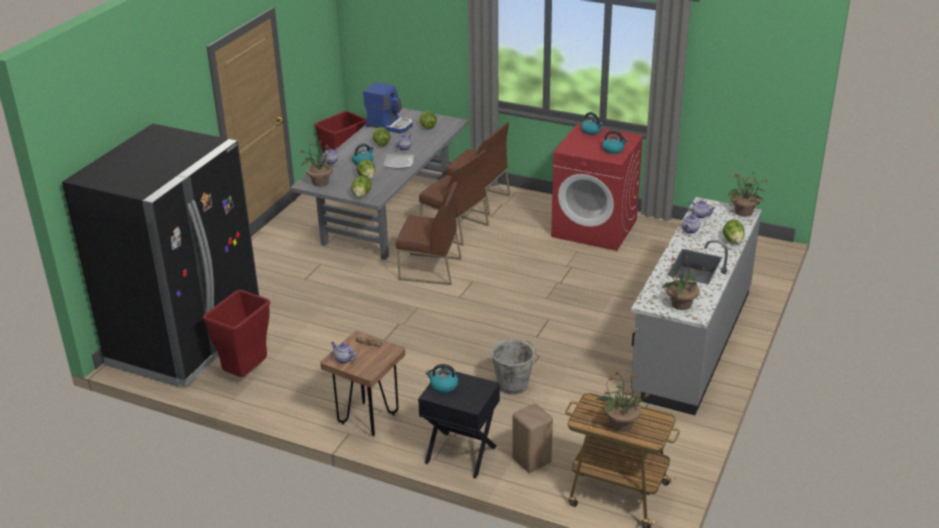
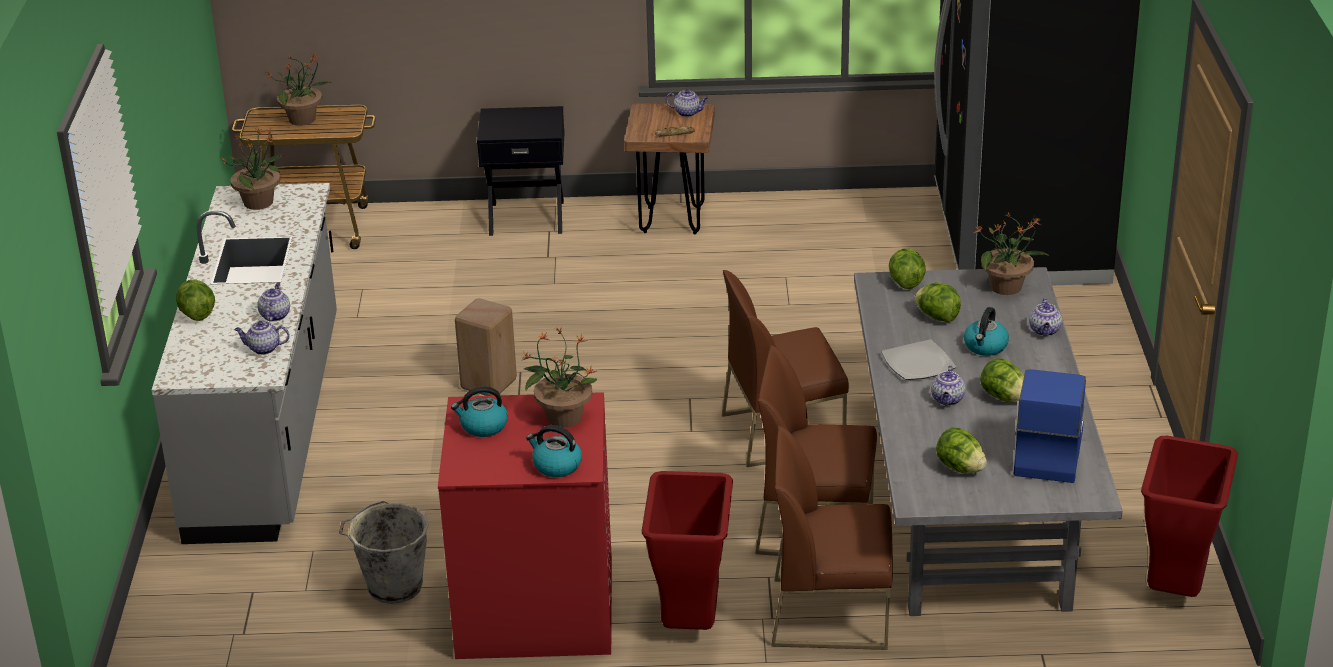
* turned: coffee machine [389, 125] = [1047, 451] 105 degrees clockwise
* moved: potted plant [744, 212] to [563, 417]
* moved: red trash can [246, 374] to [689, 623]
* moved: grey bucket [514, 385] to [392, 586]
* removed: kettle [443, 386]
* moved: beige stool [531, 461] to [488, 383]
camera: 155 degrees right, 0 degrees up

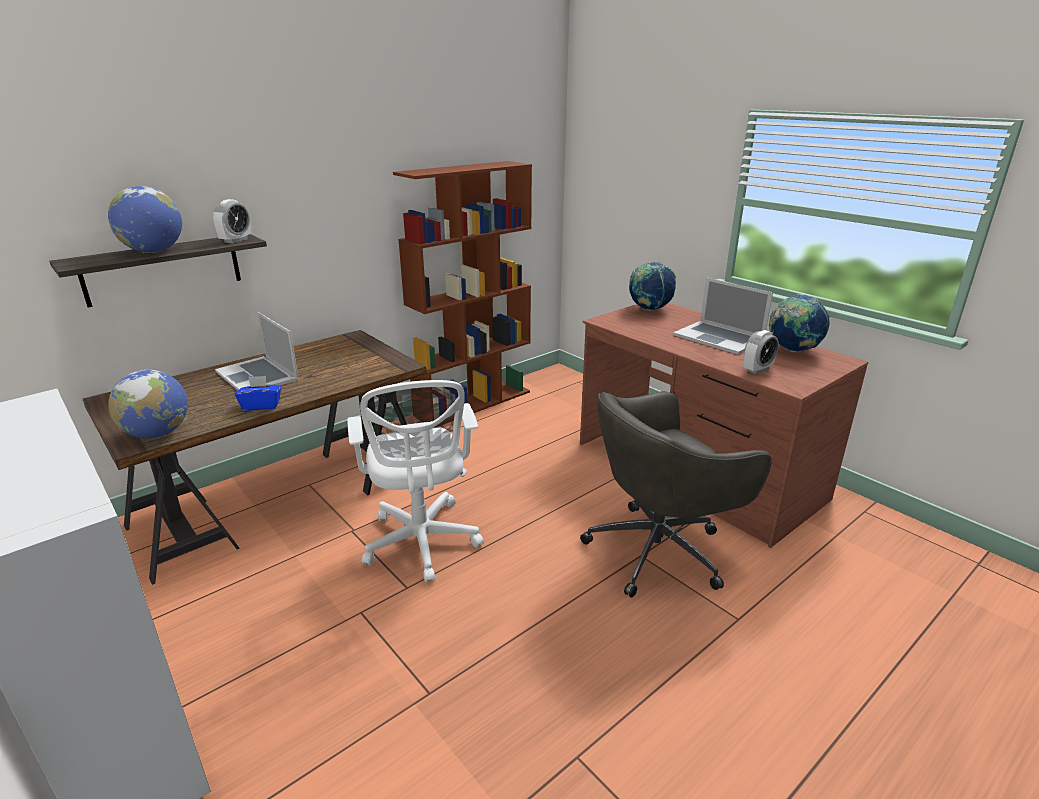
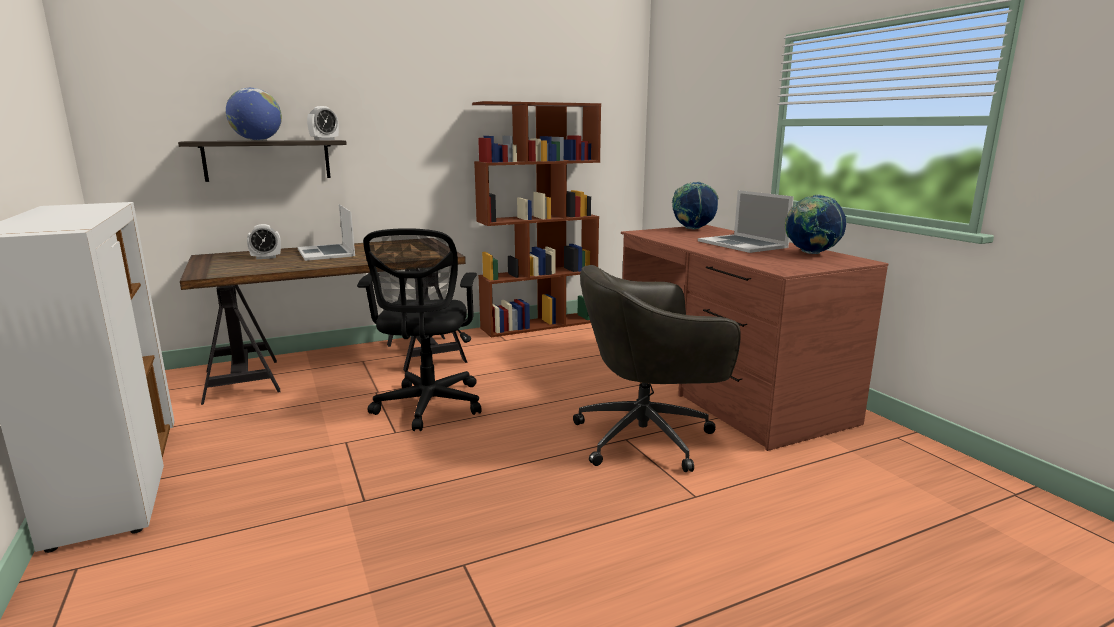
* moved: alarm clock [757, 369] to [266, 258]
* removed: globe [157, 434]
* removed: blue tissue box [261, 405]
* recoloured: white office chair [422, 544] to black office chair [428, 407]
camera: 15 degrees right, 10 degrees down

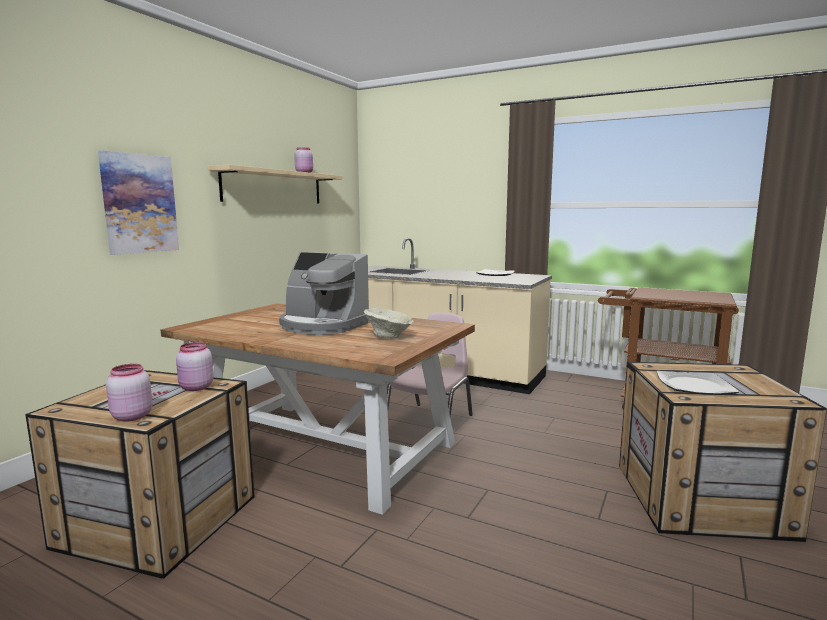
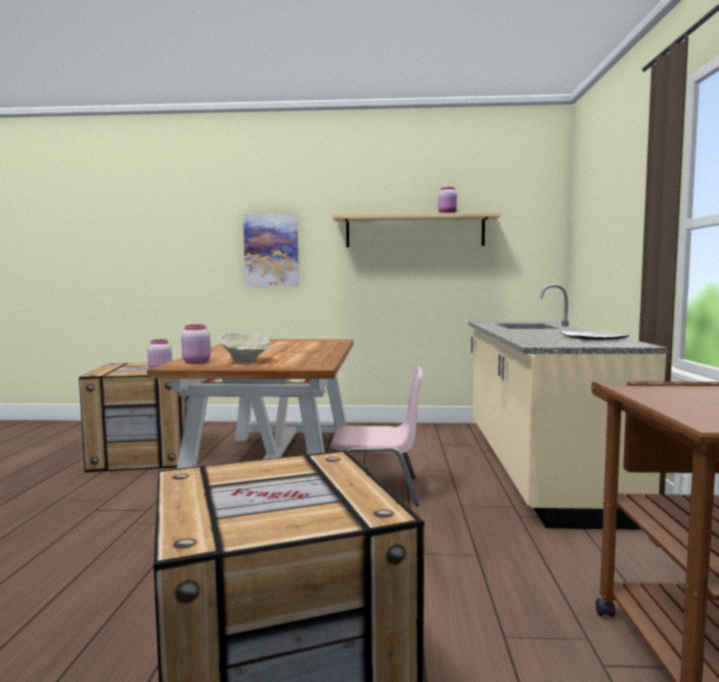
* removed: coffee machine [322, 325]
* moved: pink jar [131, 417] to [196, 362]
* removed: plate [693, 385]
camera: 65 degrees right, 5 degrees down

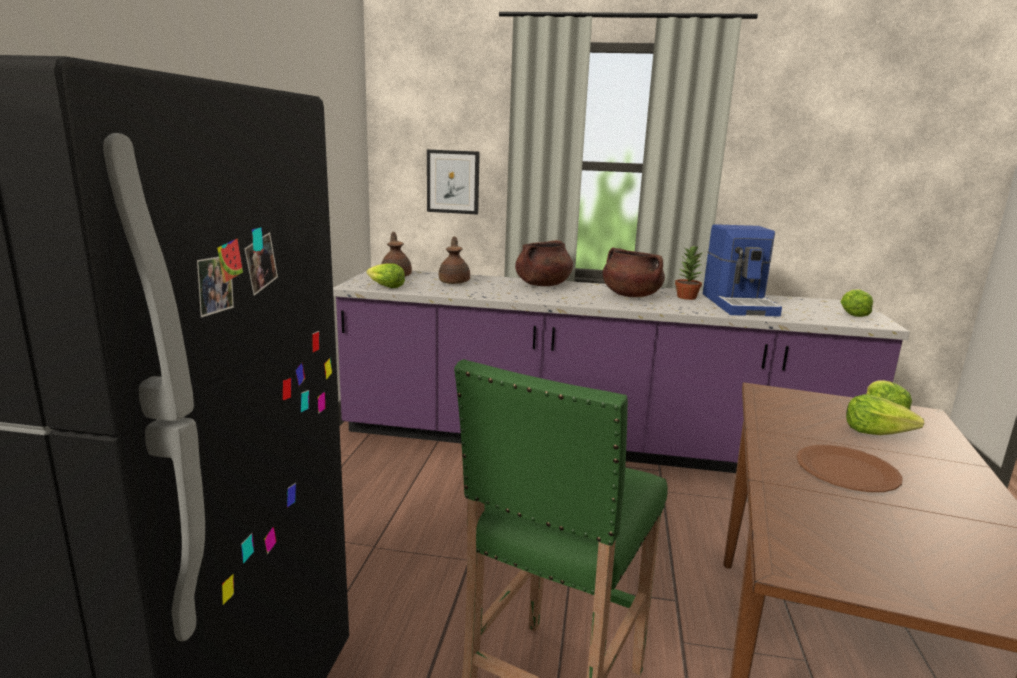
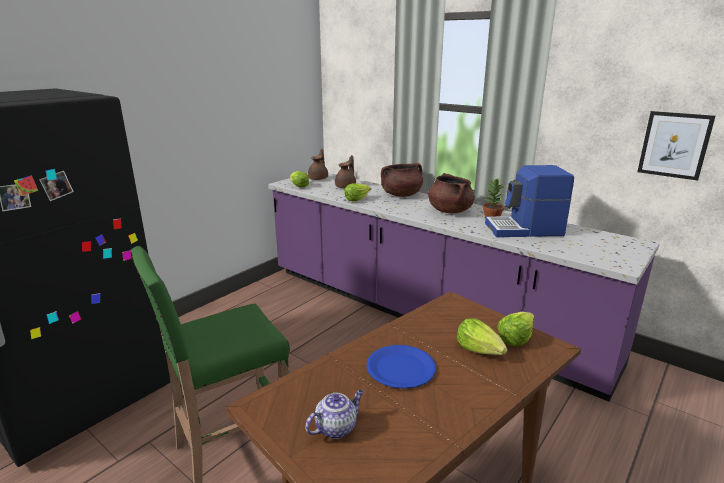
* moved: picture [453, 182] to [674, 145]
* turned: coffee machine [739, 304] = [524, 230] 60 degrees clockwise
* moved: lettuce [852, 313] to [356, 199]
* recoloured: brown plate [847, 471] to blue plate [401, 368]
* added: teapot [336, 427]
camera: 30 degrees right, 5 degrees up

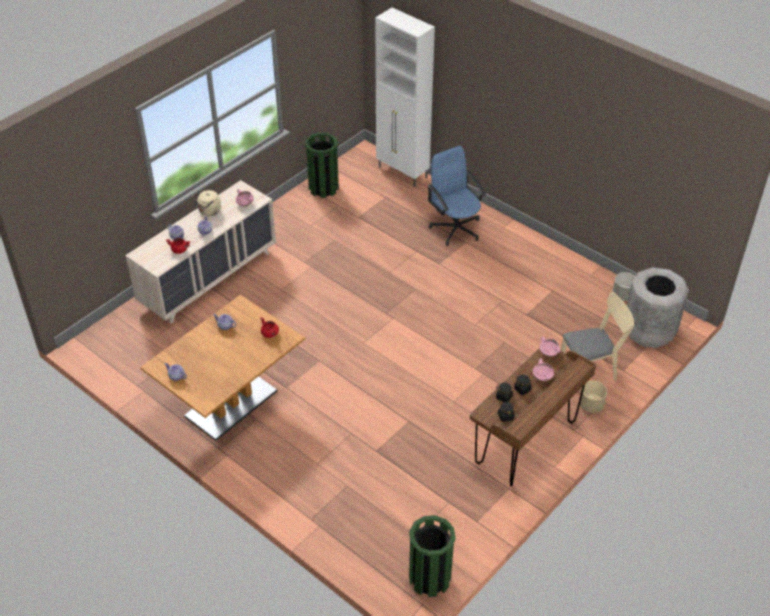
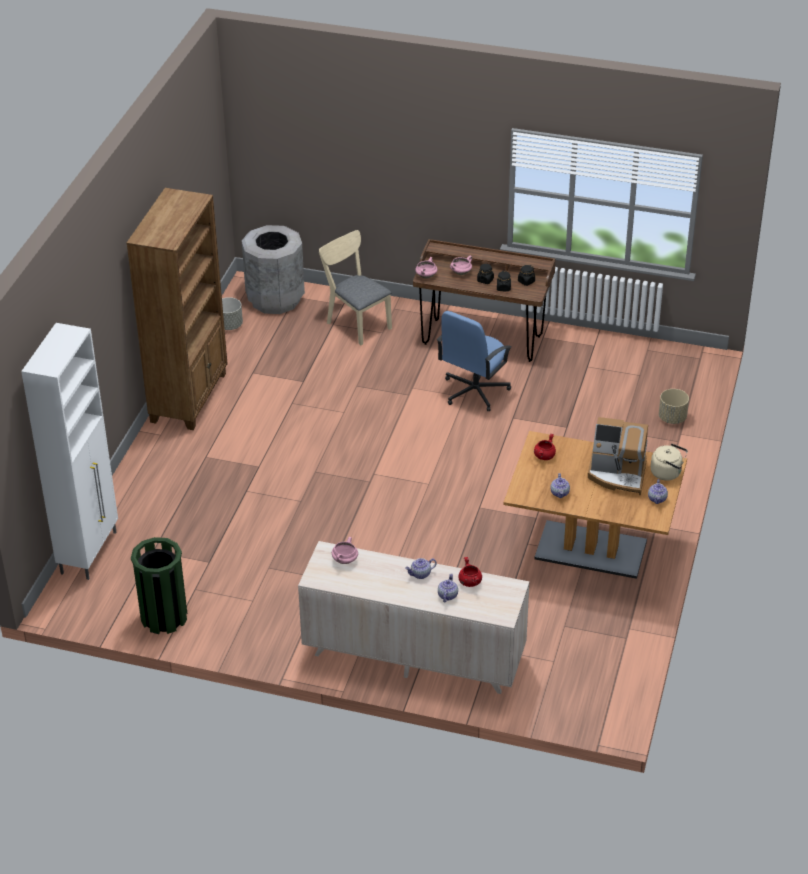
* moved: blue office chair [455, 228] to [474, 391]
* moved: beige kettle [209, 211] to [668, 473]
* moved: beige planter [591, 405] to [672, 418]
* removed: green trash can [429, 578]
* added: brown bookcase [189, 397]
* added: coffee machine [617, 474]
camera: 115 degrees left, 5 degrees down

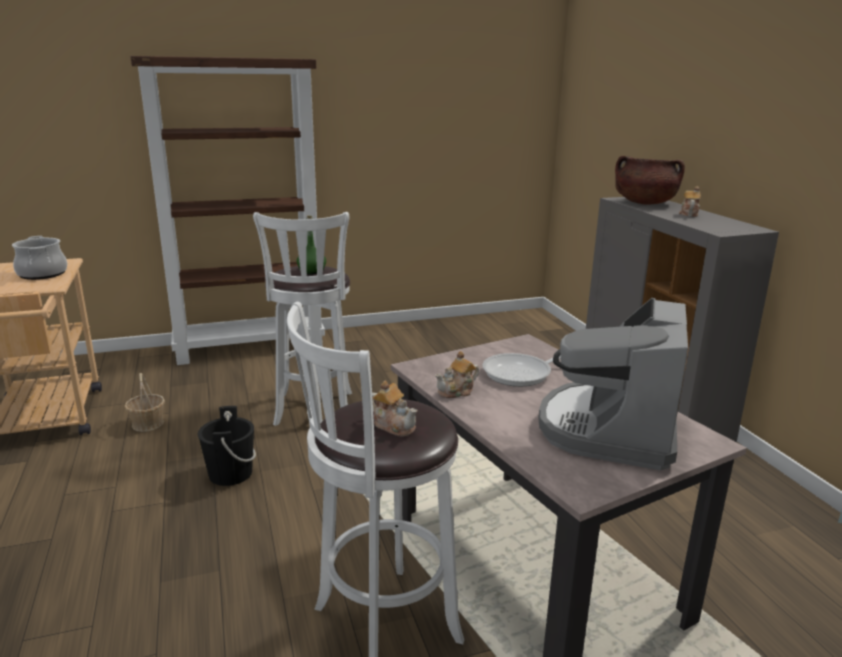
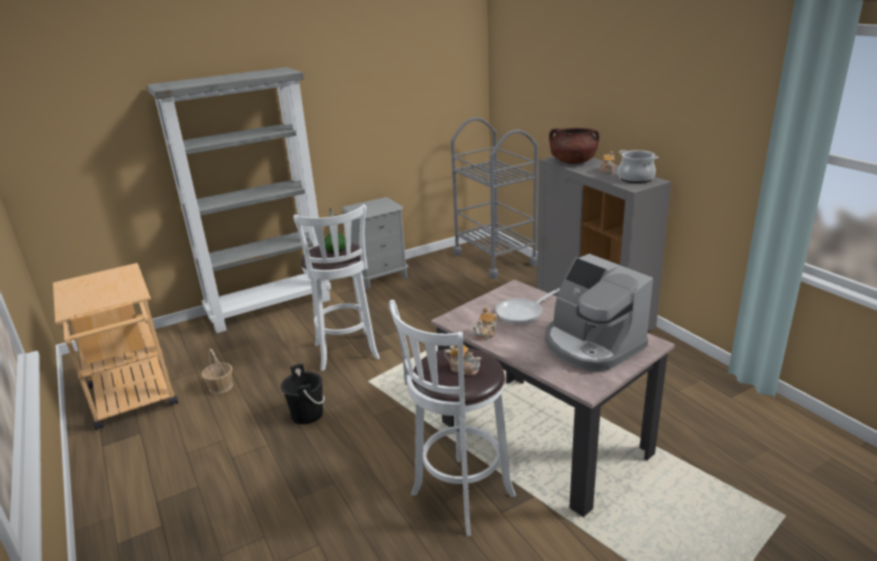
* recoloured: brown bookcase [251, 347] to grey bookcase [270, 307]
* moved: cooking pot [42, 274] to [635, 178]
* turned: coffee machine [610, 429] = [591, 345] 45 degrees counterclockwise
* added: grey cart [495, 259]
* added: grey nightstand [380, 277]
camera: 10 degrees left, 5 degrees up

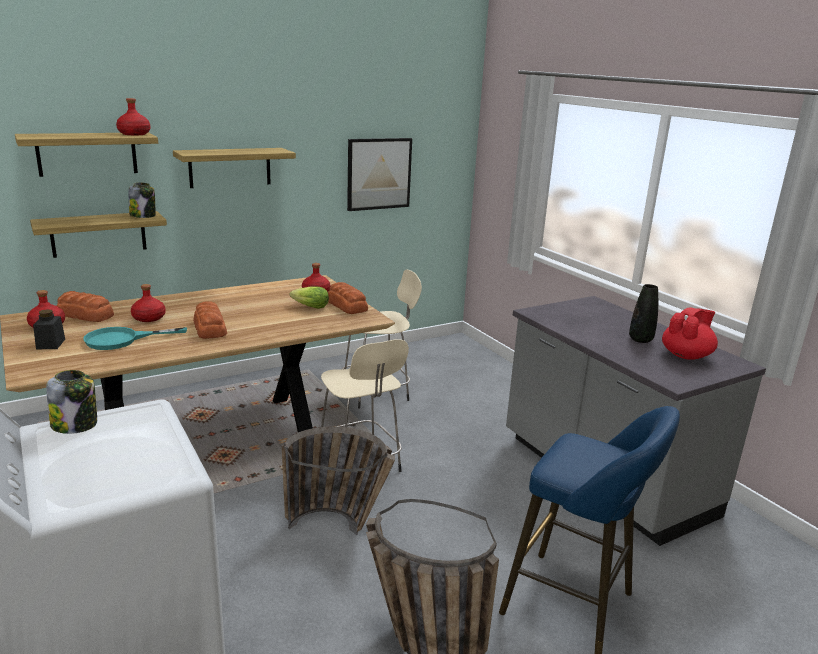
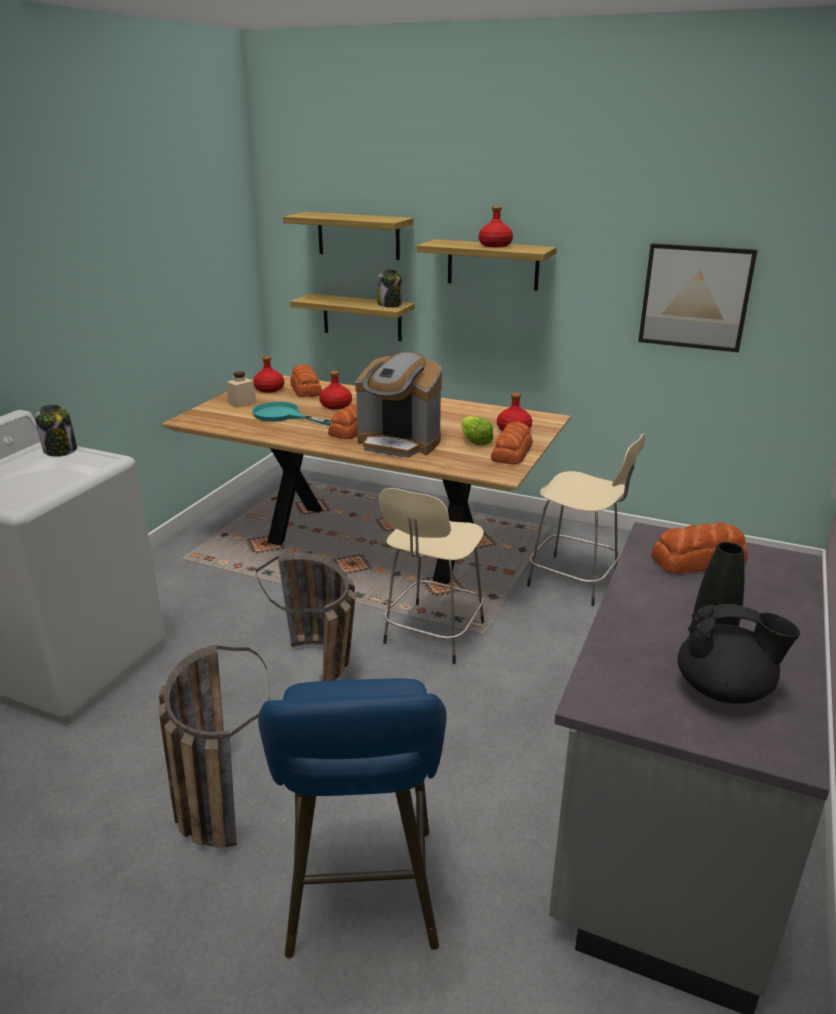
* moved: red bottle [134, 134] to [495, 245]
* recoloured: red teapot [686, 355] to black teapot [724, 690]
* recoloured: black jar [51, 344] to beige jar [242, 403]
* added: coffee machine [399, 443]
* added: bread [699, 560]
camera: 55 degrees right, 5 degrees up

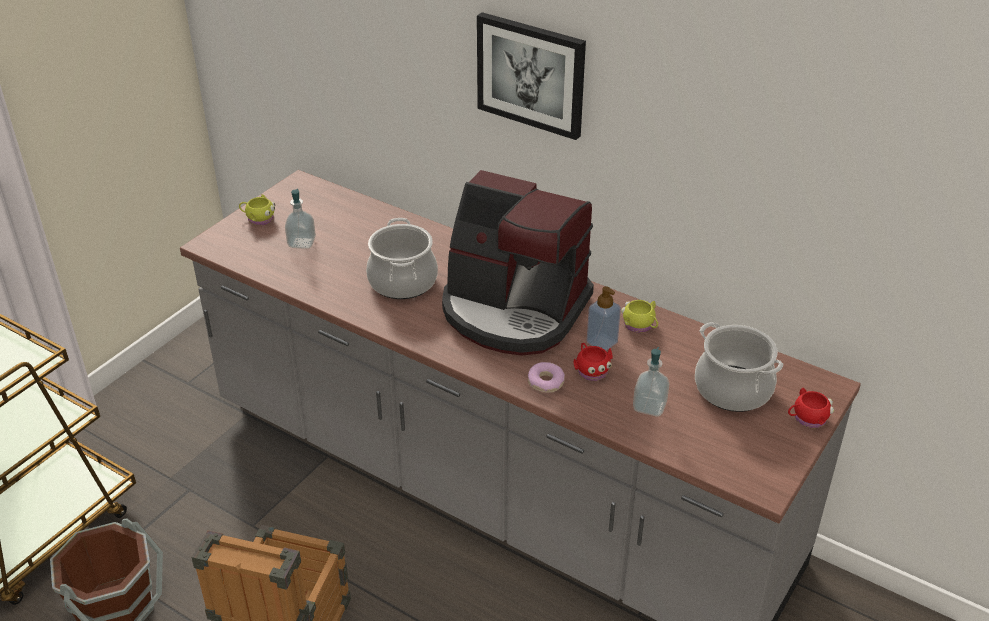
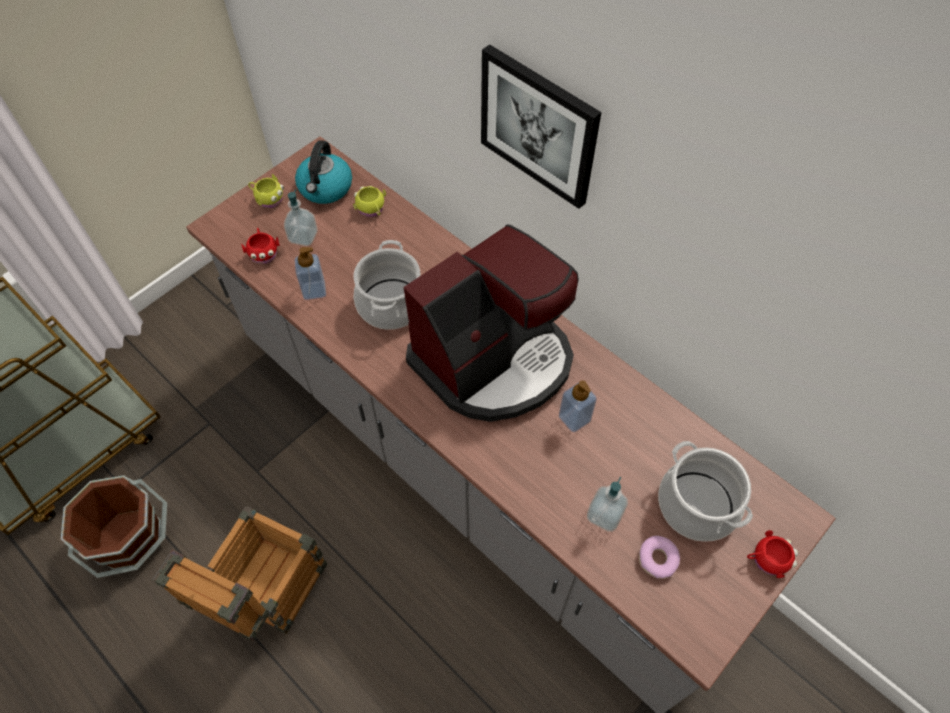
* turned: coffee machine [514, 310] = [494, 360] 75 degrees counterclockwise
* moved: yellow mug [640, 326] to [372, 209]
* moved: red mug [591, 370] to [263, 252]
* moved: donut [545, 382] to [657, 559]
* added: kettle [325, 188]
* added: soap dispenser [314, 290]
camera: 10 degrees right, 20 degrees up

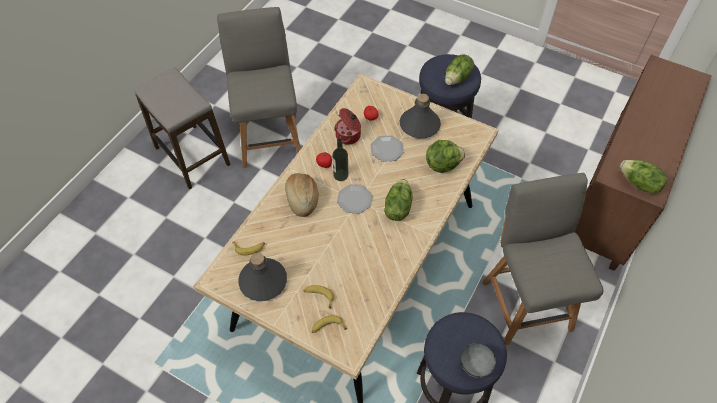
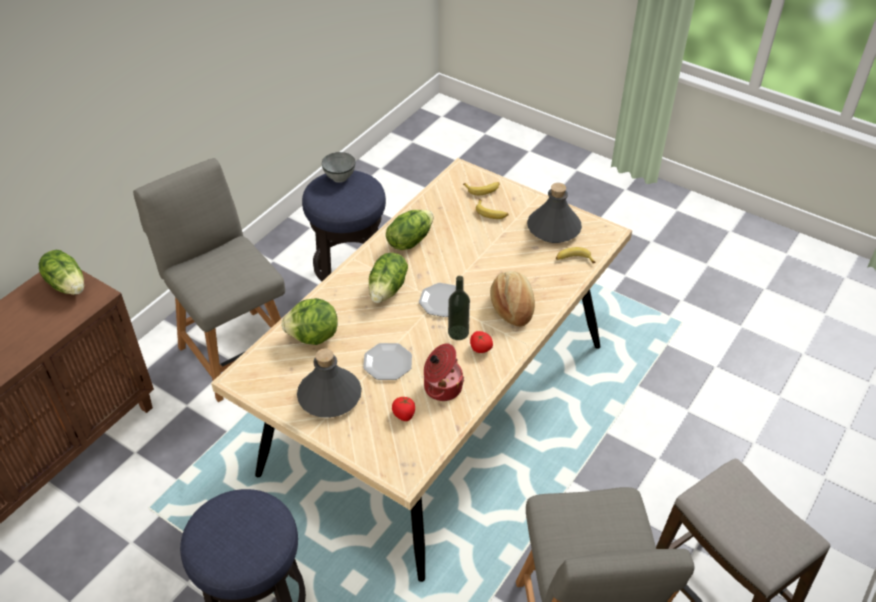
* moved: lettuce [458, 78] to [409, 240]
* turned: grey chair [525, 302] = [235, 351] 150 degrees clockwise
camera: 175 degrees left, 10 degrees down

